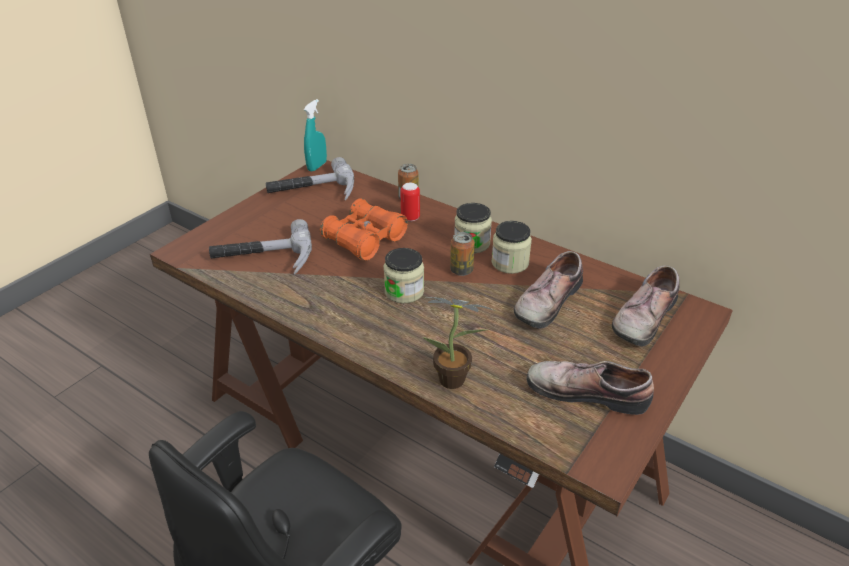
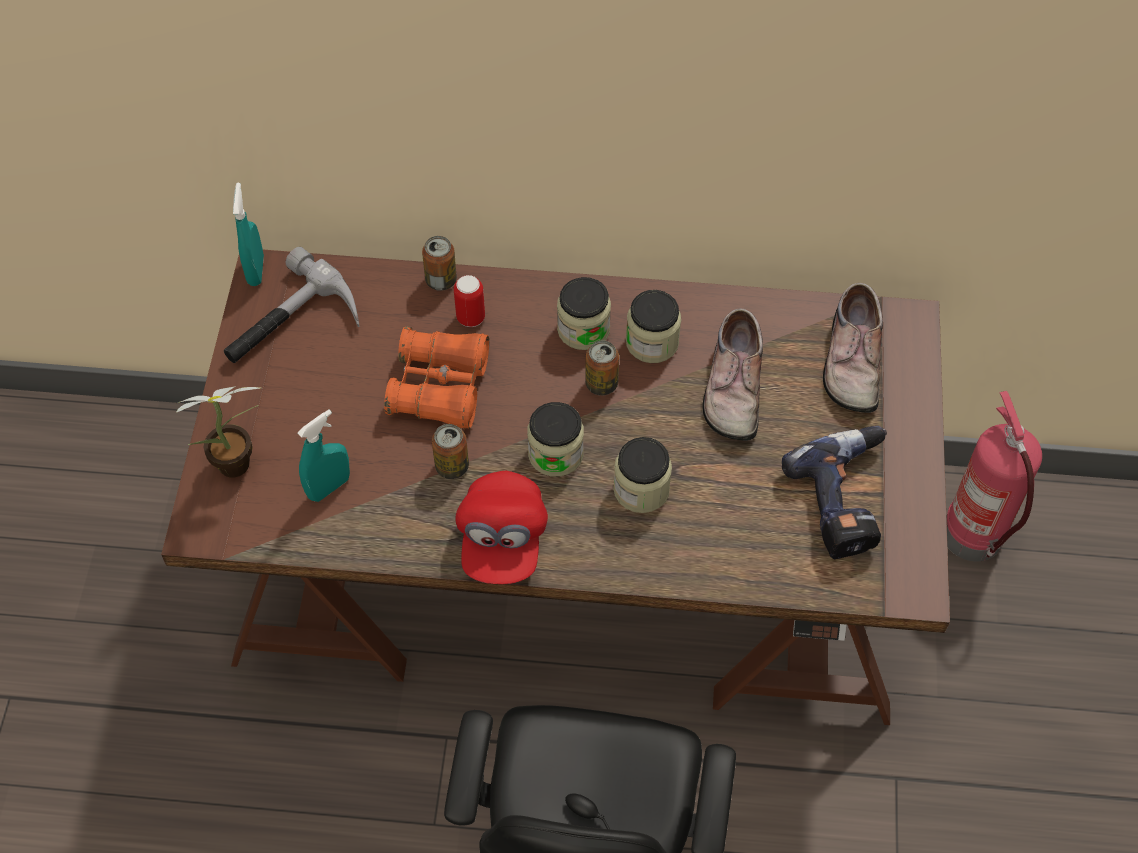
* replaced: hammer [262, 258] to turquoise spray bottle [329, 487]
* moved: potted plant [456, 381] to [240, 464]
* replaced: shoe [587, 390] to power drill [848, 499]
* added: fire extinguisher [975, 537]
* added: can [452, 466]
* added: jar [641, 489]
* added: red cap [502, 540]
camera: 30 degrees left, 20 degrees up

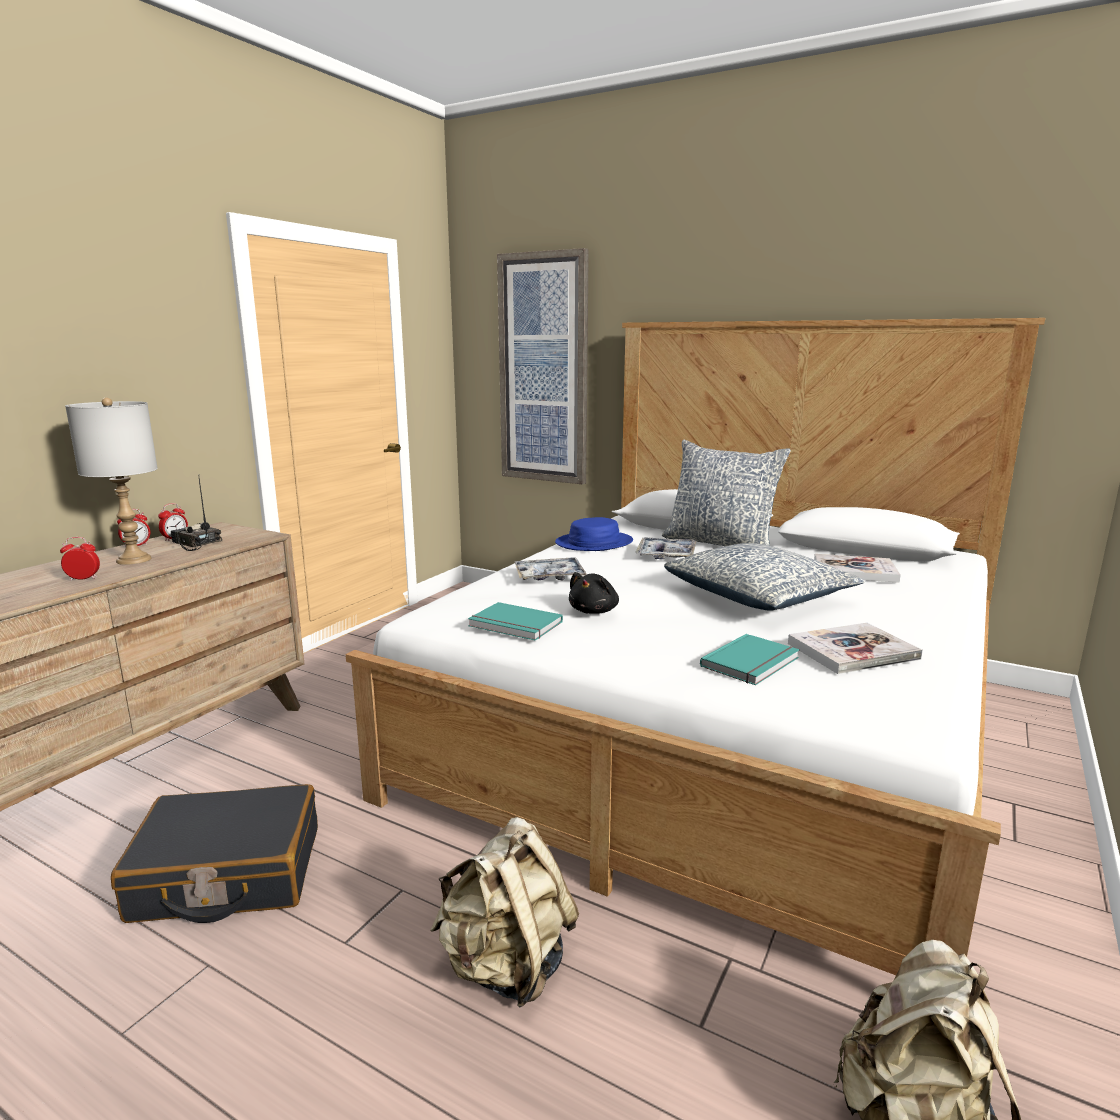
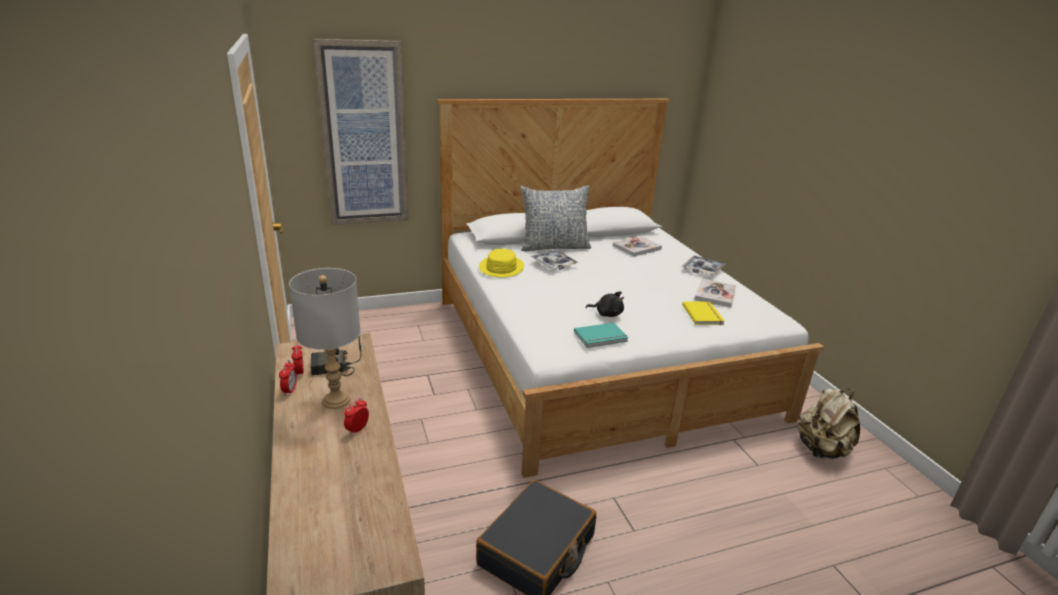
* recoloured: blue hat [594, 543] to yellow hat [501, 267]
* removed: pillow [759, 597]
* moved: tray [549, 576] to [702, 269]
* turned: black plush toy [594, 611] = [607, 314] 45 degrees counterclockwise
* recoloured: turquoise book [752, 663] to yellow book [703, 314]
* removed: beige backpack [506, 965]
camera: 50 degrees left, 10 degrees up

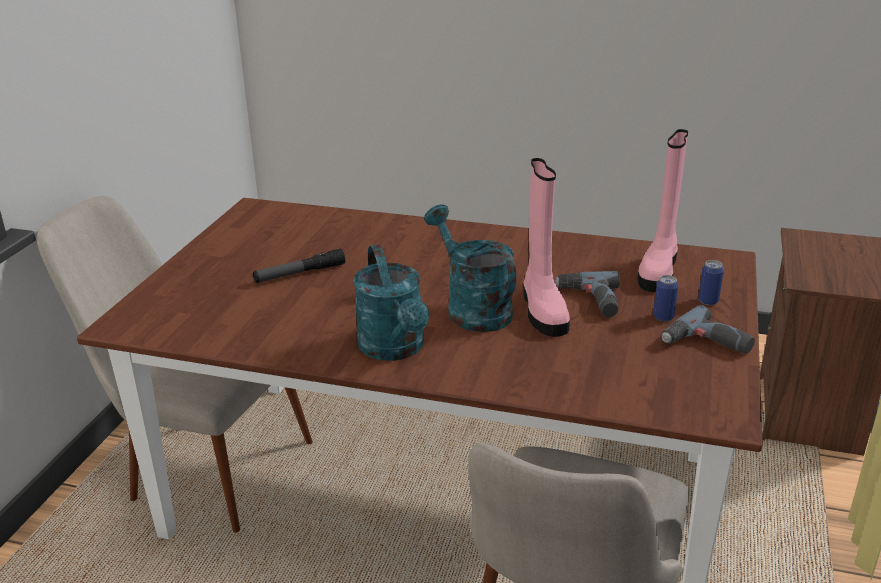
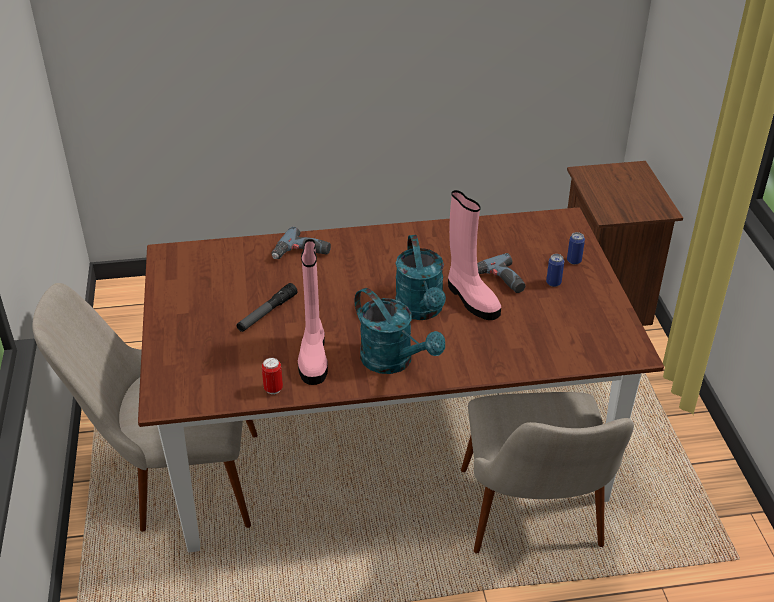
* moved: pink boot [659, 270] to [313, 356]
* turned: turquoise watering can [472, 308] = [421, 311] 135 degrees counterclockwise
* moved: power drill [706, 344] to [301, 253]
* added: can [273, 389]
camera: 25 degrees left, 10 degrees up

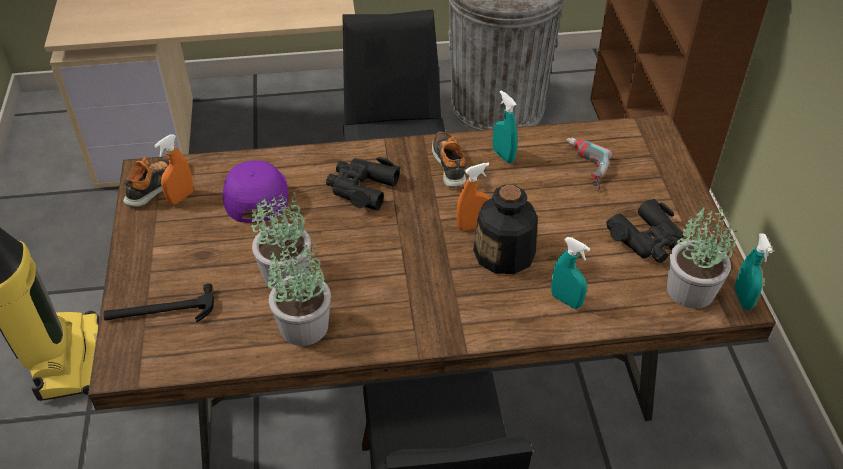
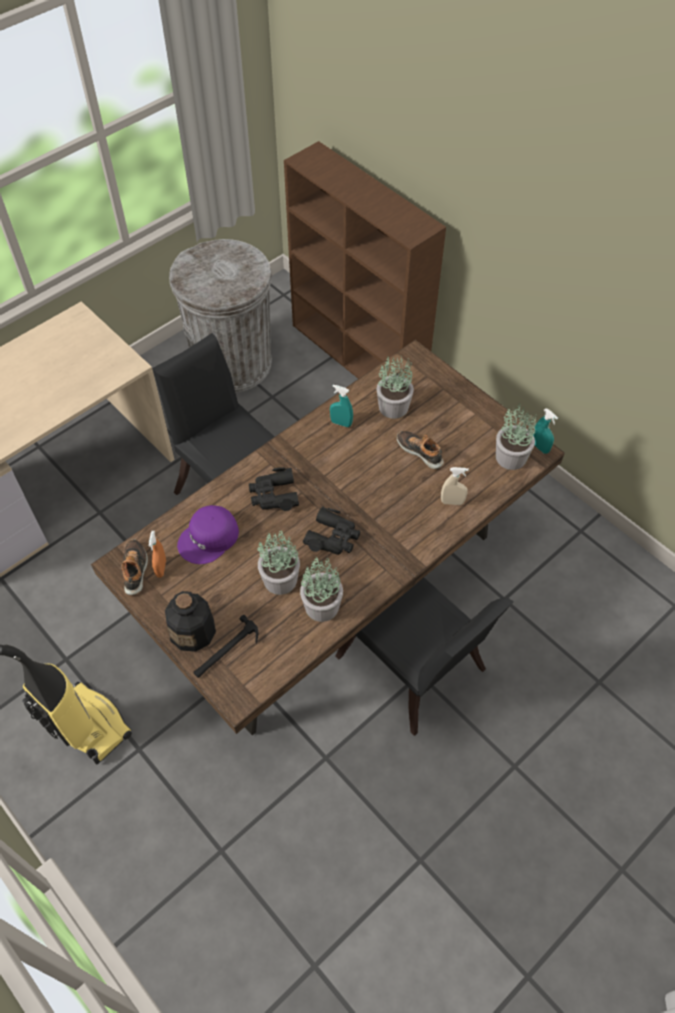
* moved: shoe [450, 164] to [420, 452]
* replaced: power drill [582, 167] to potted plant [394, 406]
* turned: purple cap [254, 195] = [209, 538] 90 degrees counterclockwise
* removed: orange spray bottle [472, 225]
* moved: bottle [505, 253] to [193, 631]
* moved: black binoculars [648, 240] to [333, 537]
* recoloured: turquoise spray bottle [566, 300] to beige spray bottle [452, 502]
camera: 35 degrees left, 10 degrees up

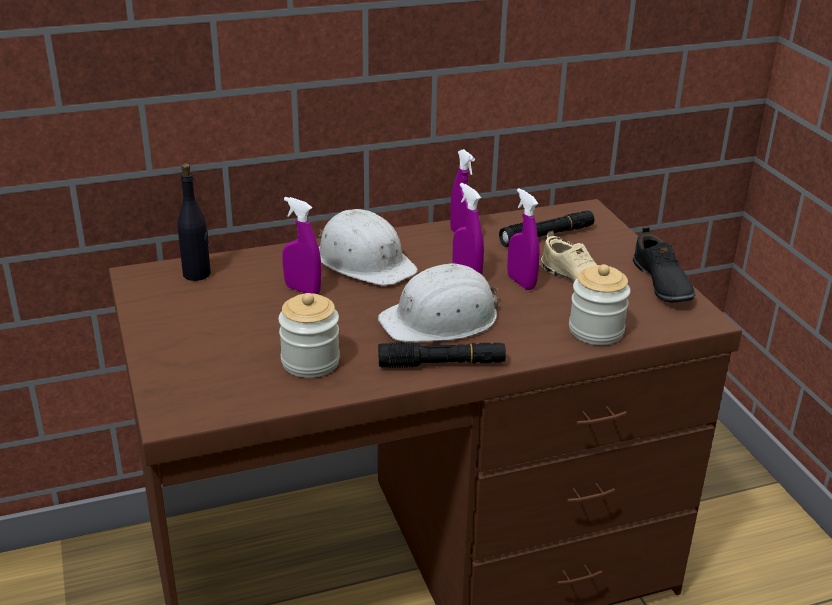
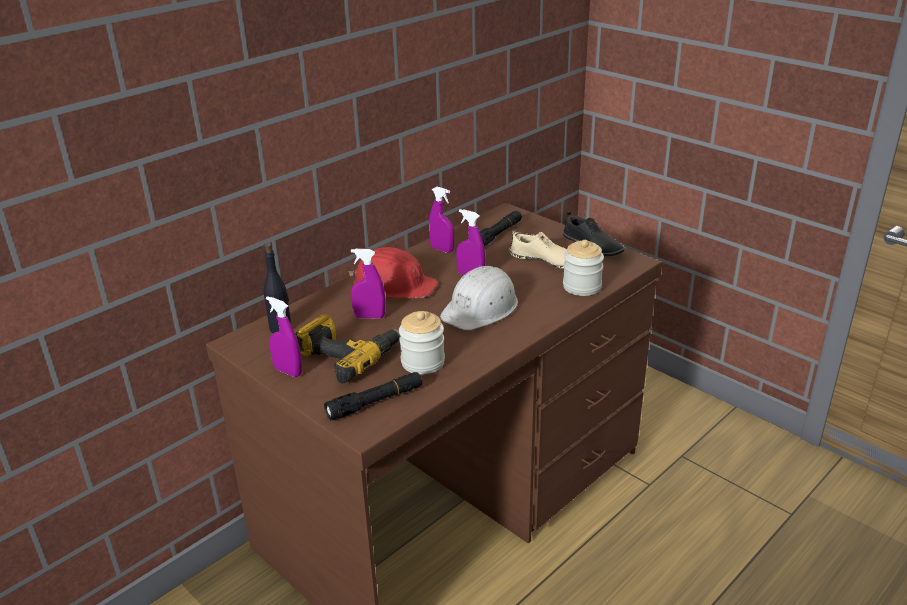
* moved: purple spray bottle [521, 282] to [288, 371]
* recoloured: white hard hat [365, 261] to red hard hat [393, 285]
* moved: black flashlight [442, 364] to [375, 402]
* added: power drill [348, 355]
camera: 25 degrees left, 0 degrees up

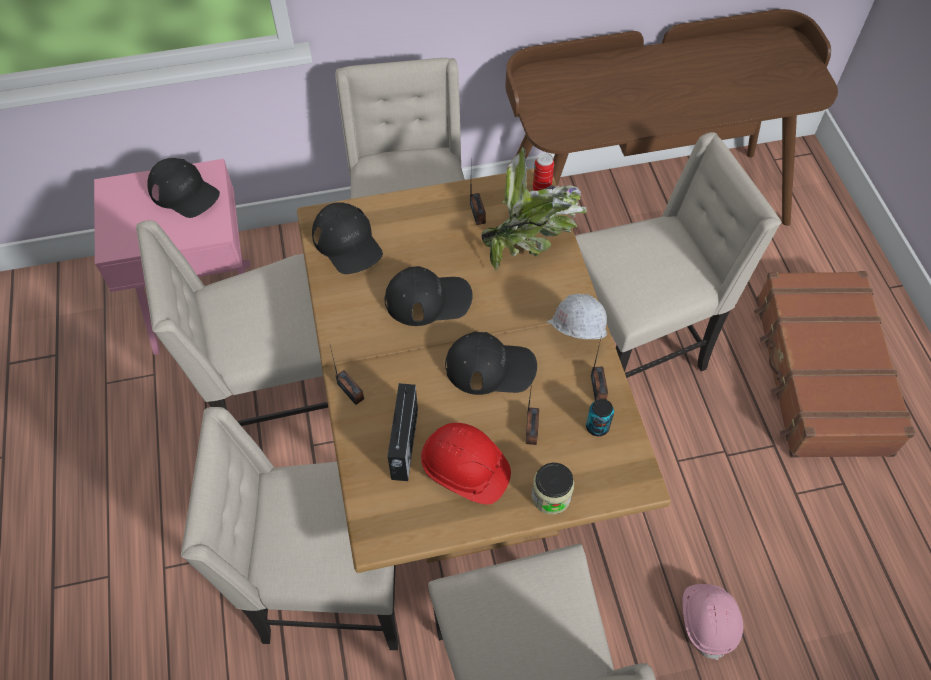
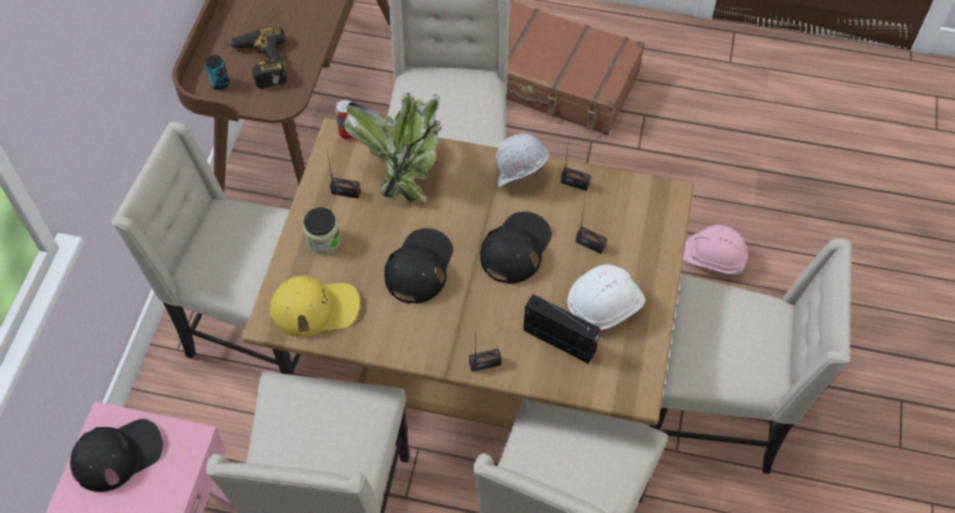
* recoloured: black cap [347, 243] to yellow cap [315, 308]
* moved: can [597, 426] to [220, 83]
* recoloured: red hard hat [465, 470] to white hard hat [605, 306]
* moved: jar [551, 496] to [323, 240]
* added: power drill [259, 63]
camera: 65 degrees left, 0 degrees up

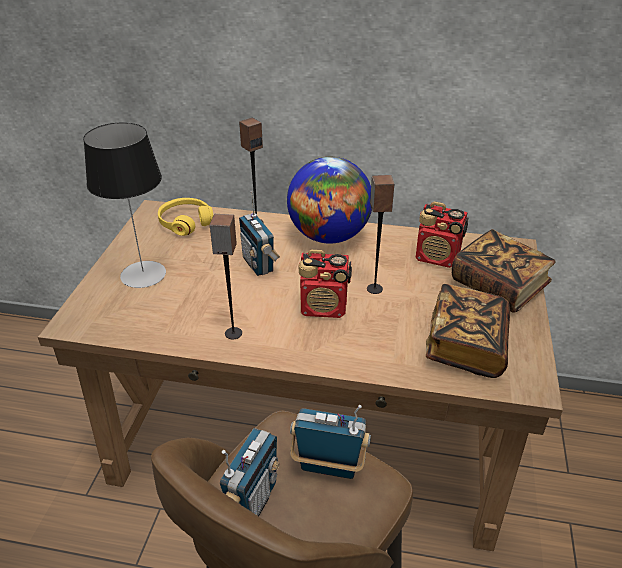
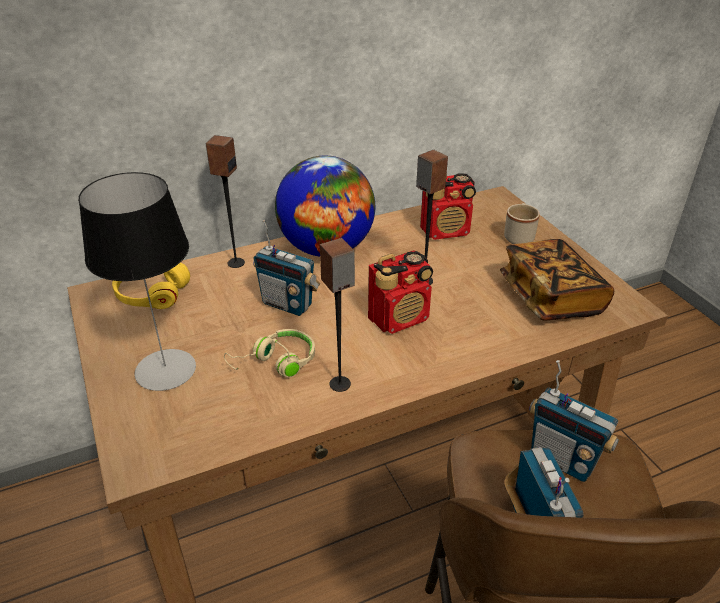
* replaced: book [498, 286] to beige mug [519, 236]
* turned: radio [329, 466] = [562, 460] 120 degrees counterclockwise
* added: beige headphones [276, 362]
camera: 35 degrees left, 0 degrees up

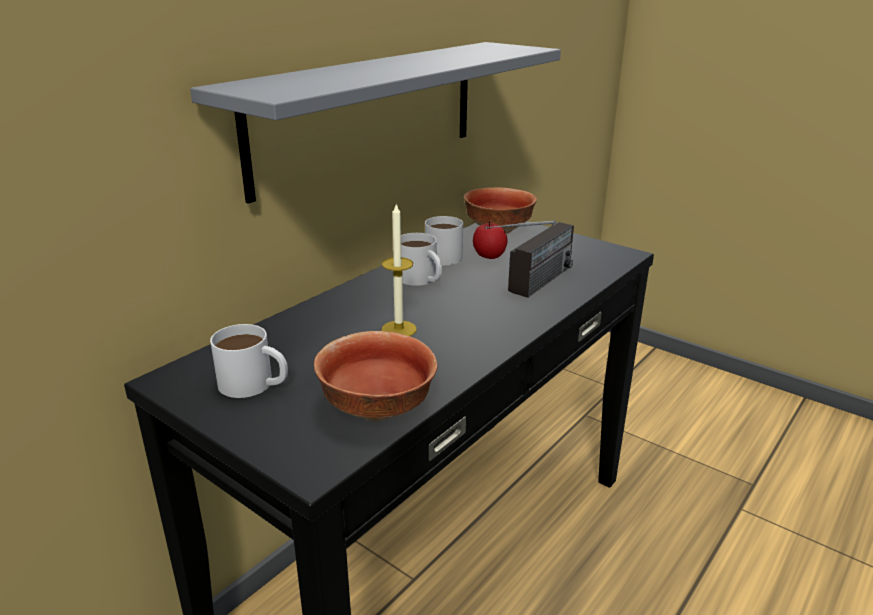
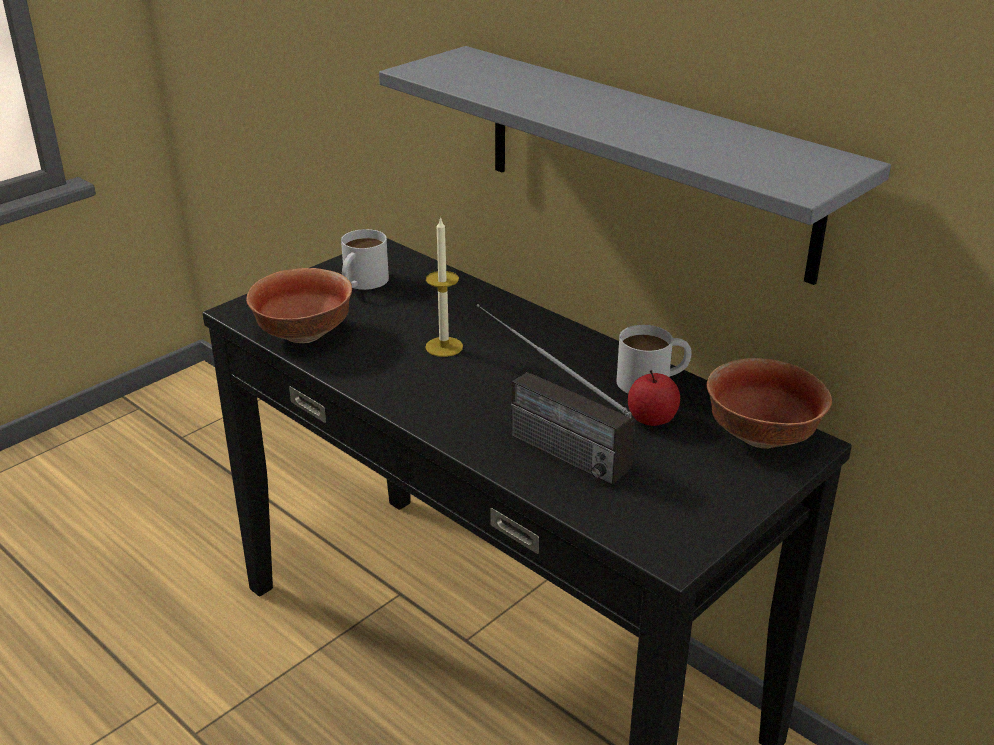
* removed: white mug [421, 280]
camera: 95 degrees right, 5 degrees up

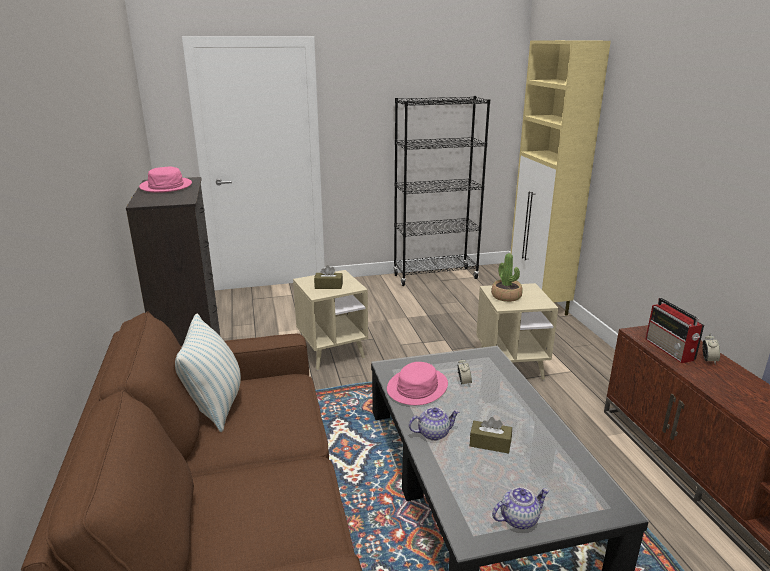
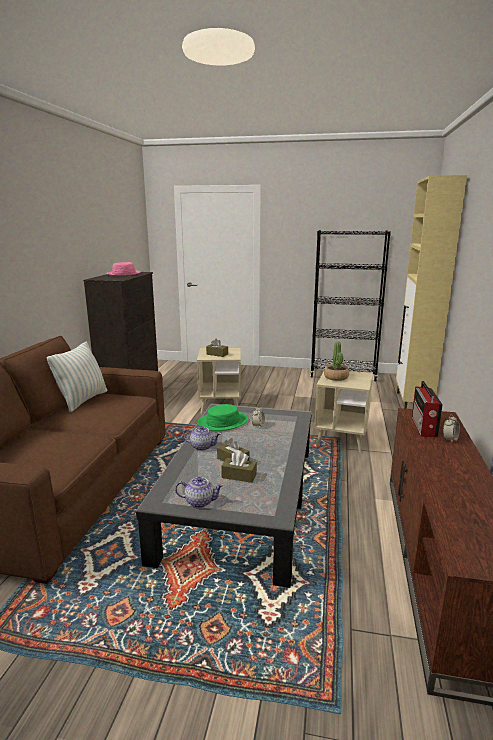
* recoloured: pink hat [417, 387] to green hat [223, 422]
* added: brown tissue box [239, 476]
camera: 25 degrees right, 5 degrees down

